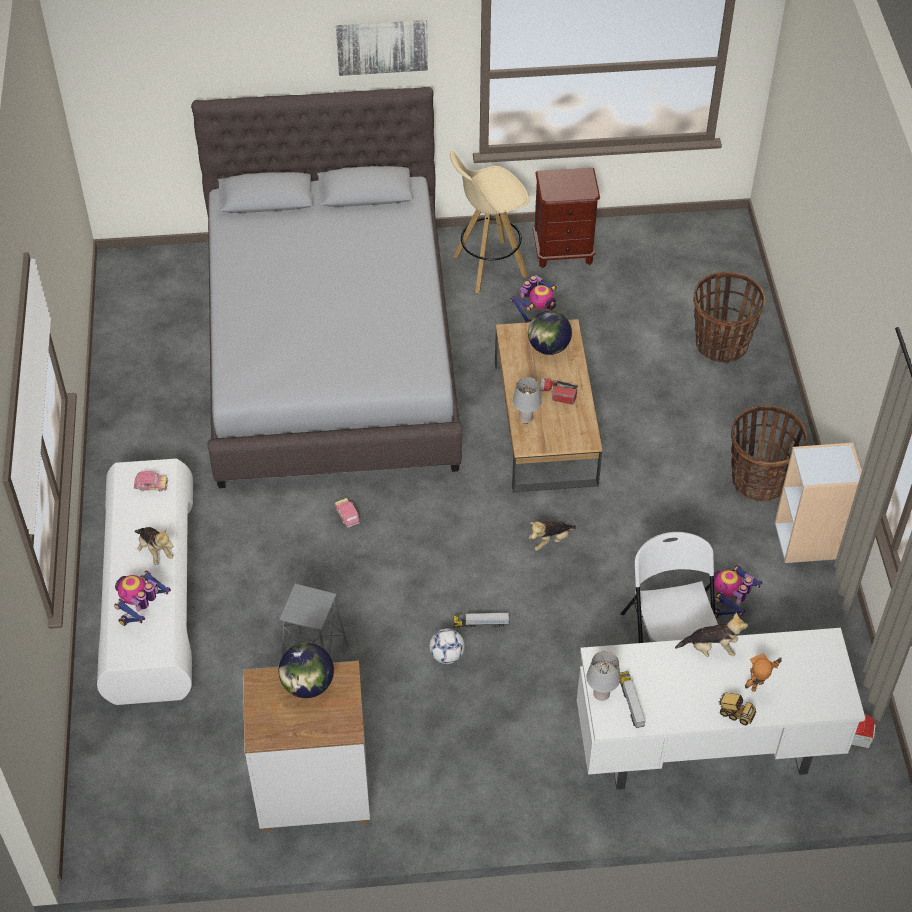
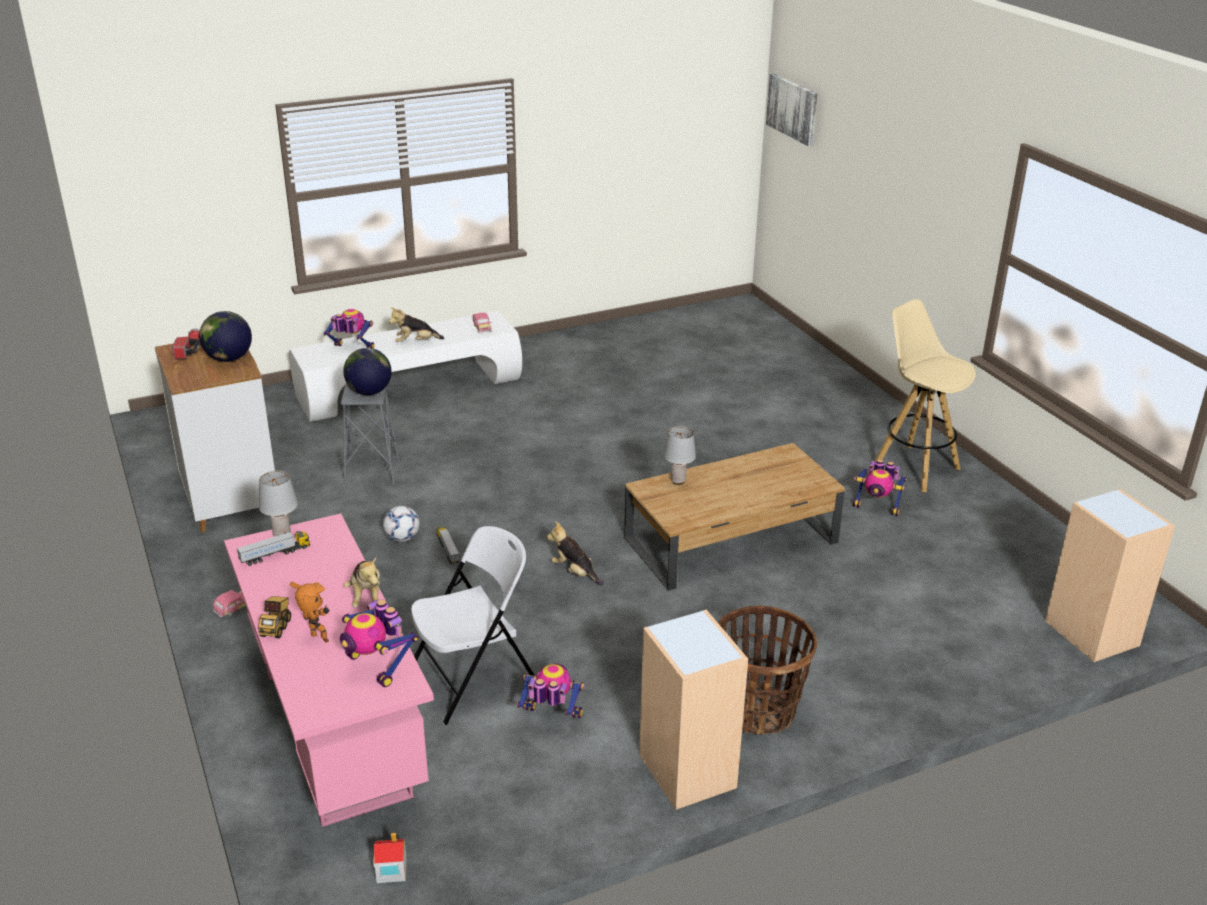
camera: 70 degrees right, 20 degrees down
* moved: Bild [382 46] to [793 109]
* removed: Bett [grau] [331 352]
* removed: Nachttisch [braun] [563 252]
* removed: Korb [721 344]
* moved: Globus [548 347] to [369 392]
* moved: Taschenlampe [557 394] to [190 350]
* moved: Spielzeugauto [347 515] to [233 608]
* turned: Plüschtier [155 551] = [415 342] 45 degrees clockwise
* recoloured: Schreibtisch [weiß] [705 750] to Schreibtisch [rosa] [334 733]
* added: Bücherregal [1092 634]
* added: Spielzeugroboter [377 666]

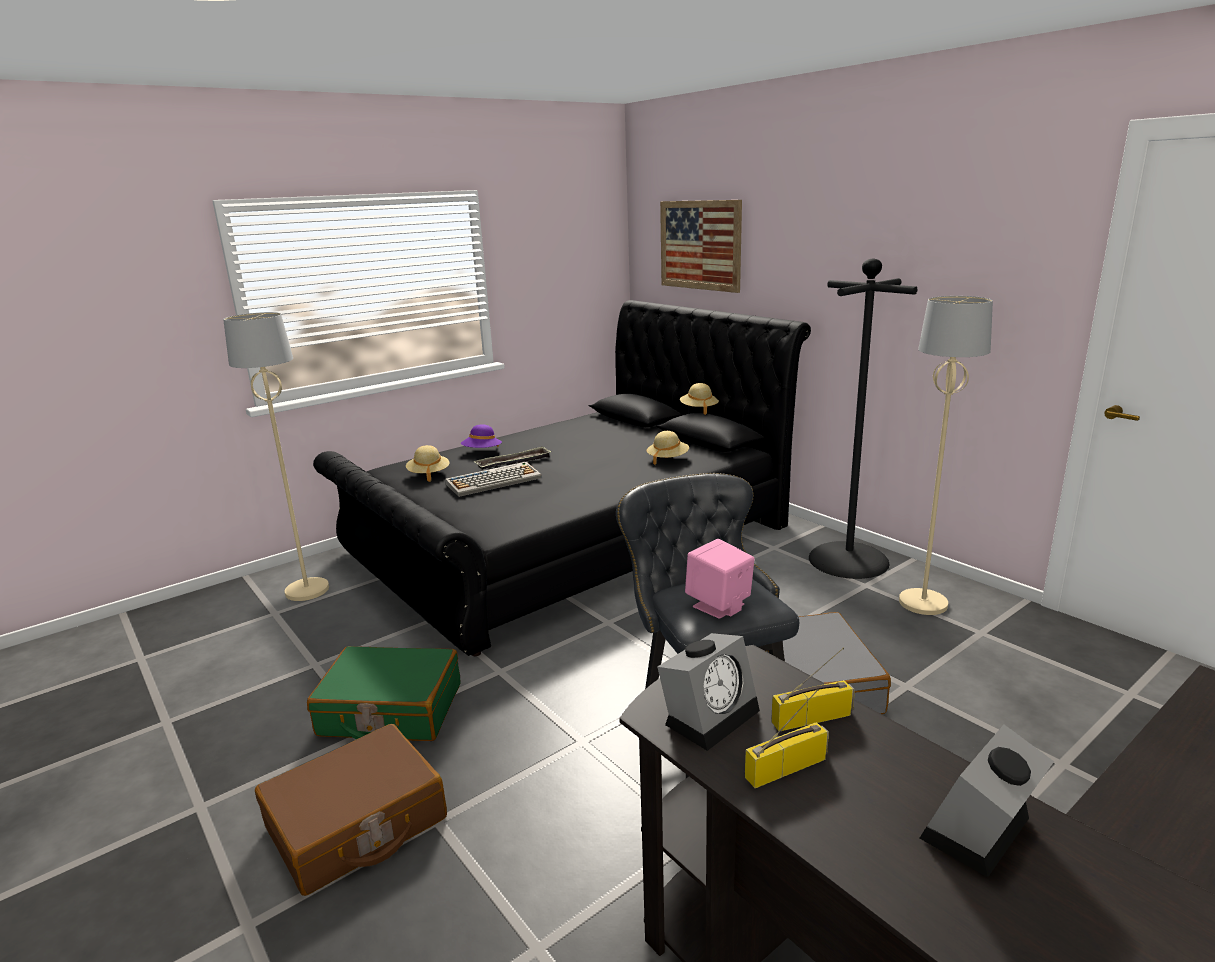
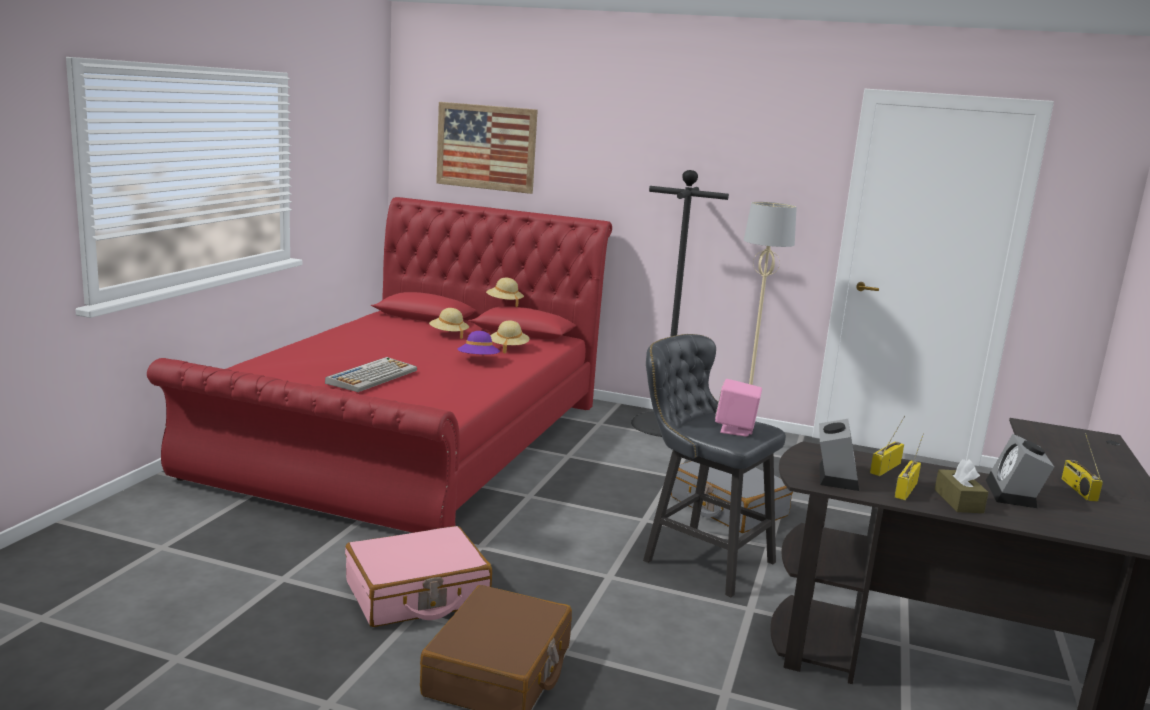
camera: 35 degrees left, 5 degrees down
* recoloured: Bett [schwarz] [570 538] to Bett [rot] [410 437]
* removed: Stehlampe [beige] [307 590]
* moved: Hut [lila] [482 452] to [478 360]
* moved: Hut [beige] [428 474] to [448 334]
* removed: Tablett [513 462]
* recoloured: Koffer [grün] [390 710] to Koffer [rosa] [417 594]
* added: Radio [1077 489]
* added: Taschentuchbox [braun] [958 501]

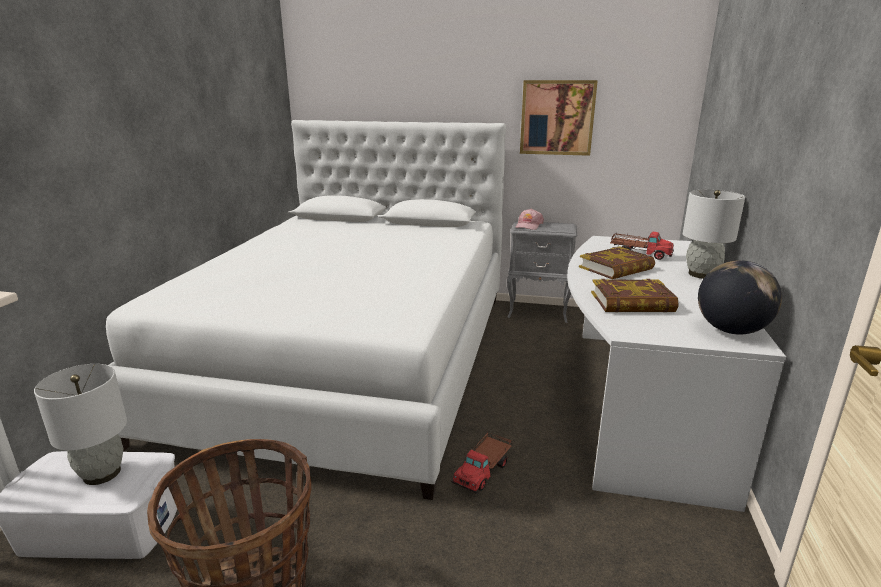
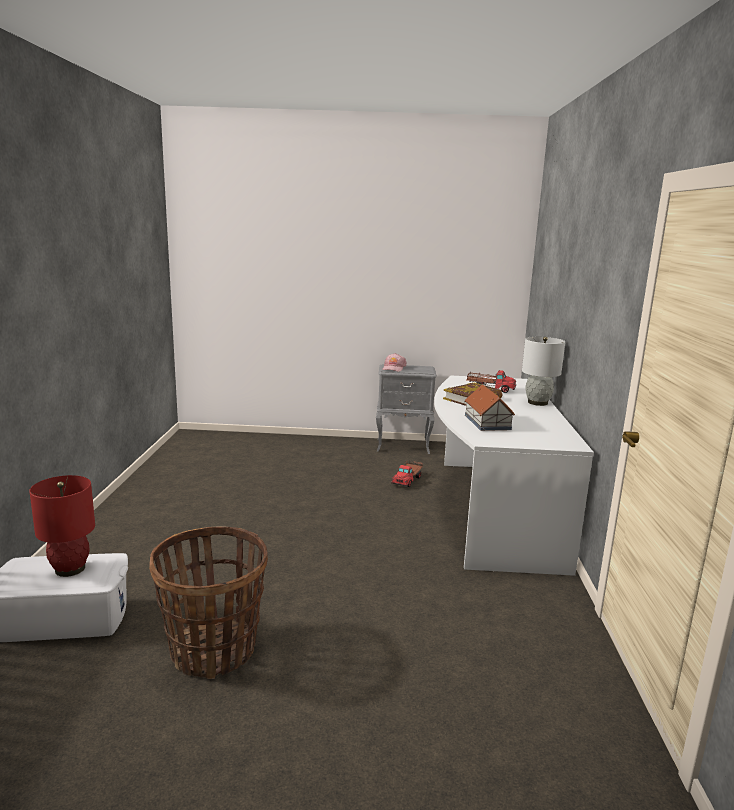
camera: 10 degrees left, 5 degrees down
* removed: Bild [557 118]
* removed: Bett [weiß] [353 357]
* removed: Globus [731 331]
* replaced: Buch [632 302] to Spielzeughaus [487 422]
* recoloured: Tischlampe [weiß] [101 474] to Tischlampe [rot] [70 569]
* moved: Spielzeuglaster [483 470] to [407 480]

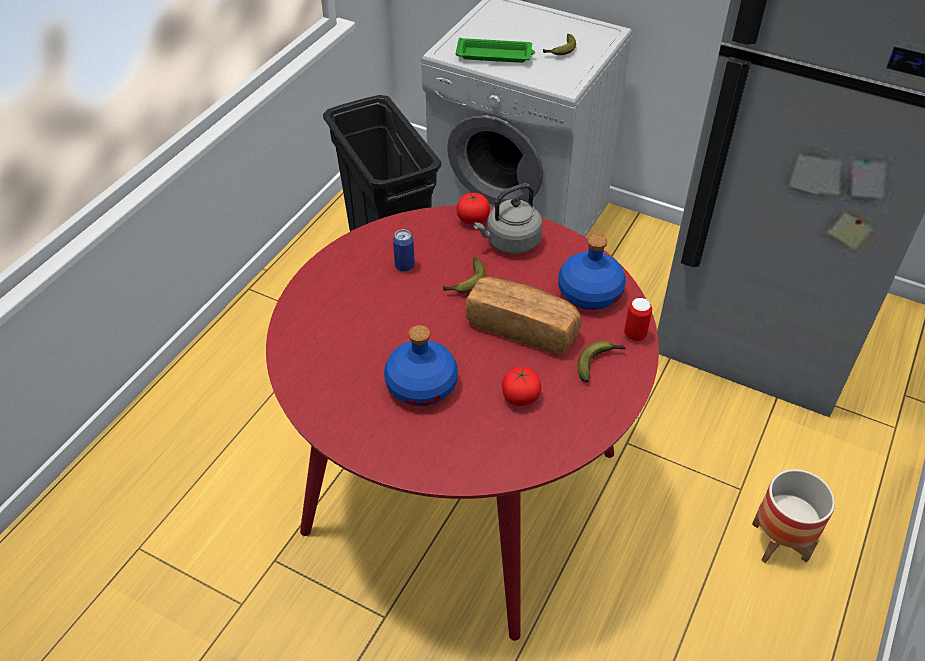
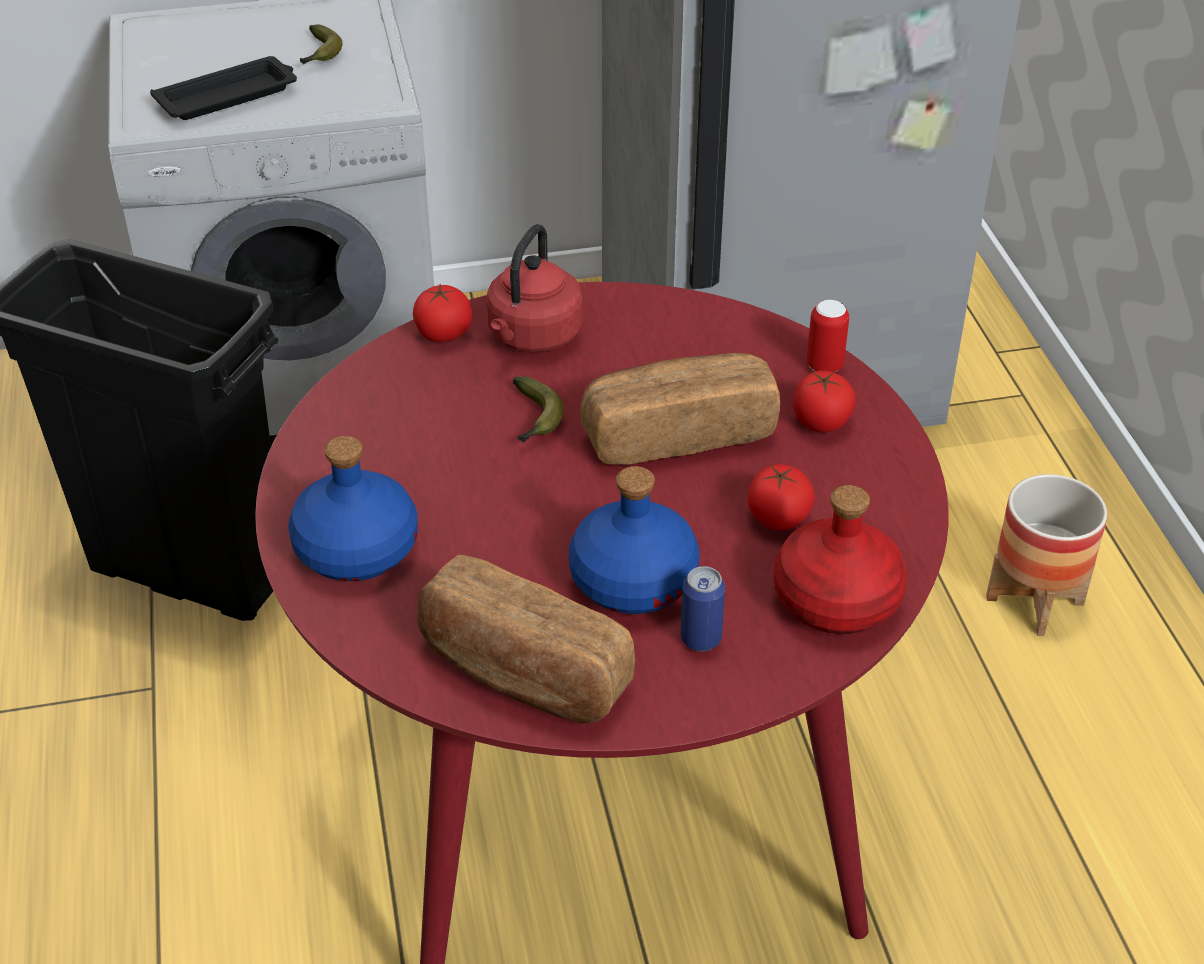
camera: 40 degrees left, 5 degrees down
* recoloured: Tablett [grün] [495 55] to Tablett [schwarz] [229 96]
* recoloured: Wasserkessel [grau] [510 242] to Wasserkessel [rot] [532 337]
* moved: Dose [404 266] to [700 639]
* moved: Flasche [blau] [589 292] to [355 549]
* replaced: Banane [598 362] to Tomate [821 422]
* added: Flasche [rot] [837 600]
* added: Brot [522 672]

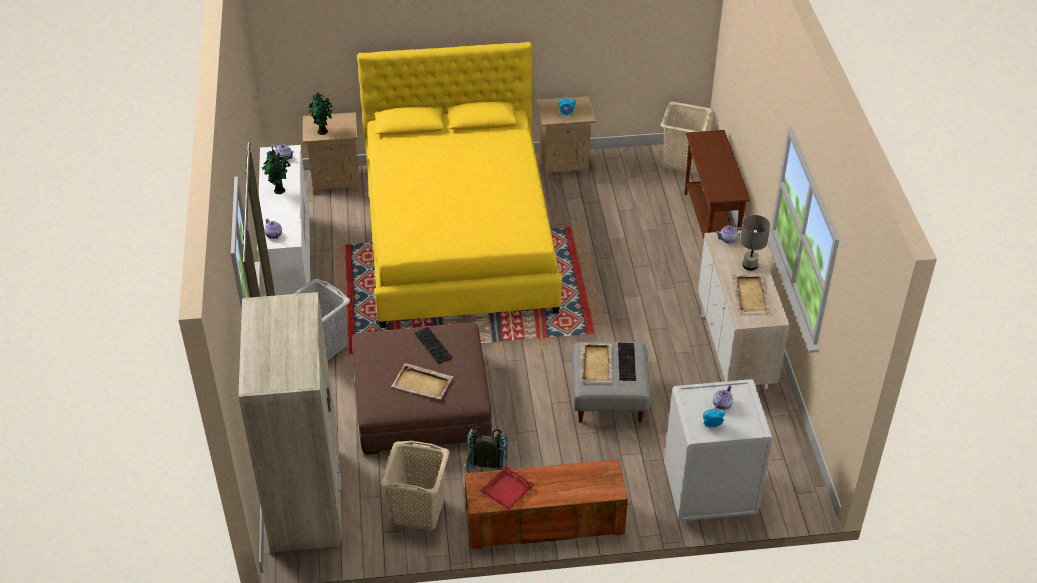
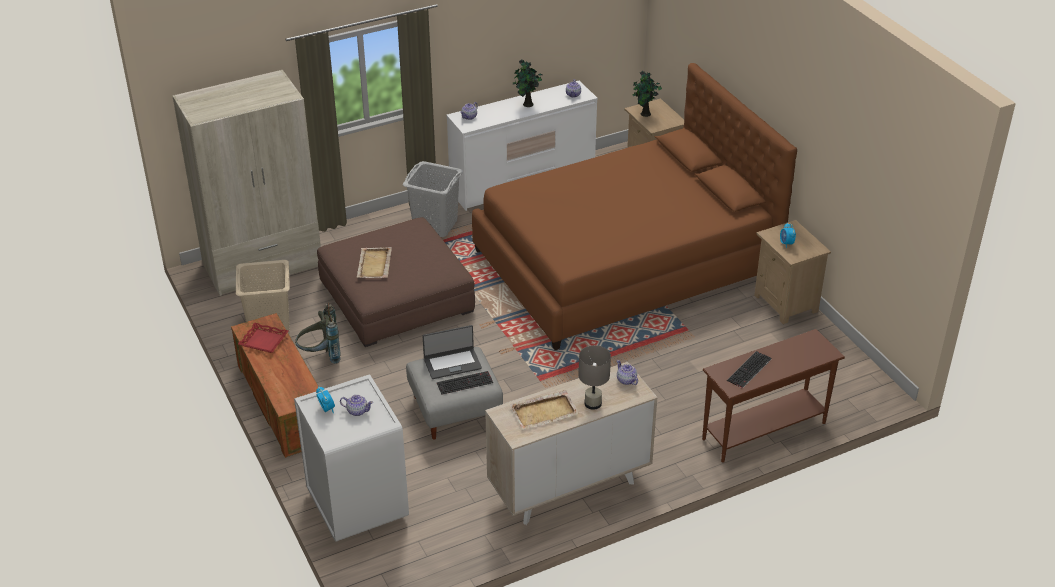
camera: 70 degrees right, 5 degrees down
* recoloured: Bett [gelb] [459 236] to Bett [braun] [626 263]
* removed: Wäschekorb [beige] [682 161]
* moved: Tastatur [434 346] to [749 370]
* replaced: Tablett [beige] [596 363] to Laptop [452 363]

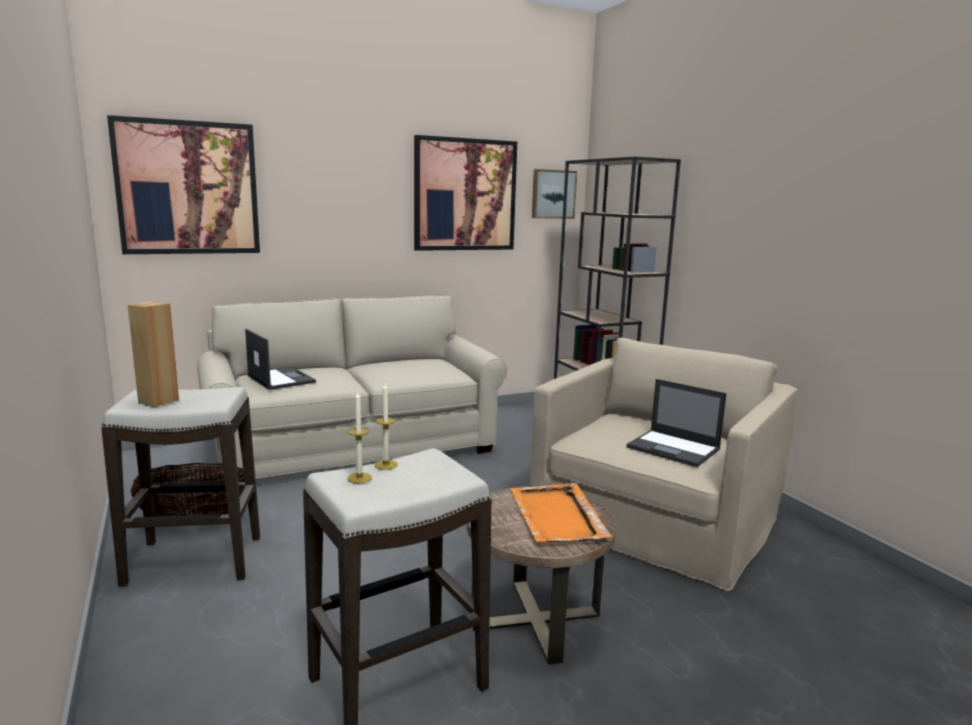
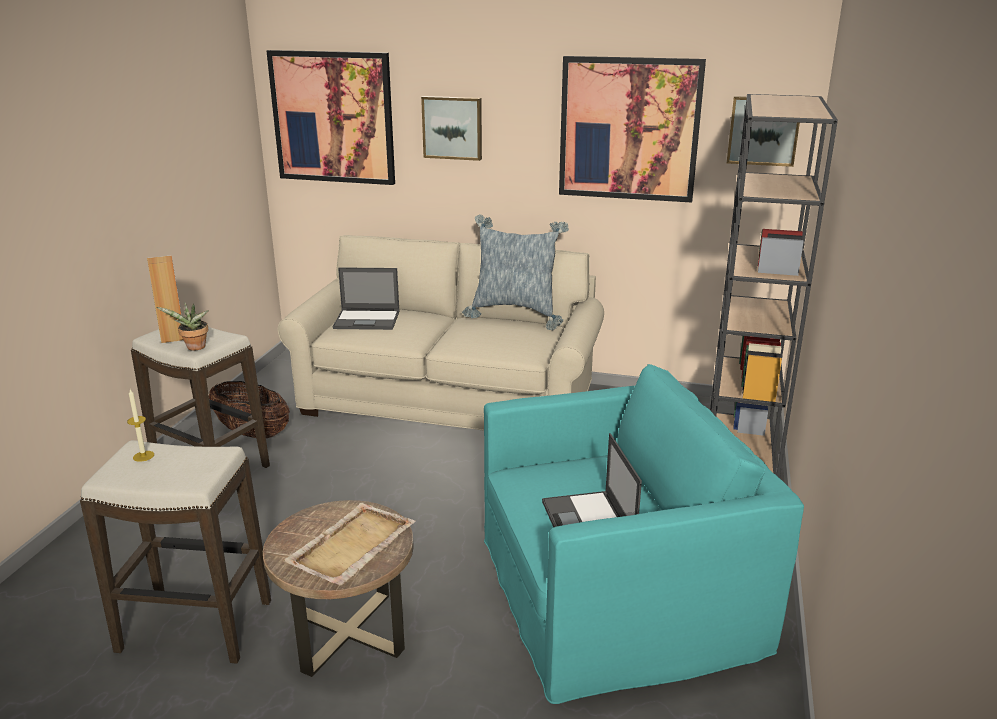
camera: 40 degrees right, 10 degrees up
* turned: Laptop [280 379] = [368 320] 90 degrees clockwise
* recoloured: Sessel [beige] [656 516] to Sessel [türkis] [617 592]
* removed: Kerze [386 465]
* recoloured: Tablett [orange] [557 517] to Tablett [beige] [351 546]
* added: Bild [453 127]
* added: Kissen [515 319]
* added: Topfpflanze [194 348]

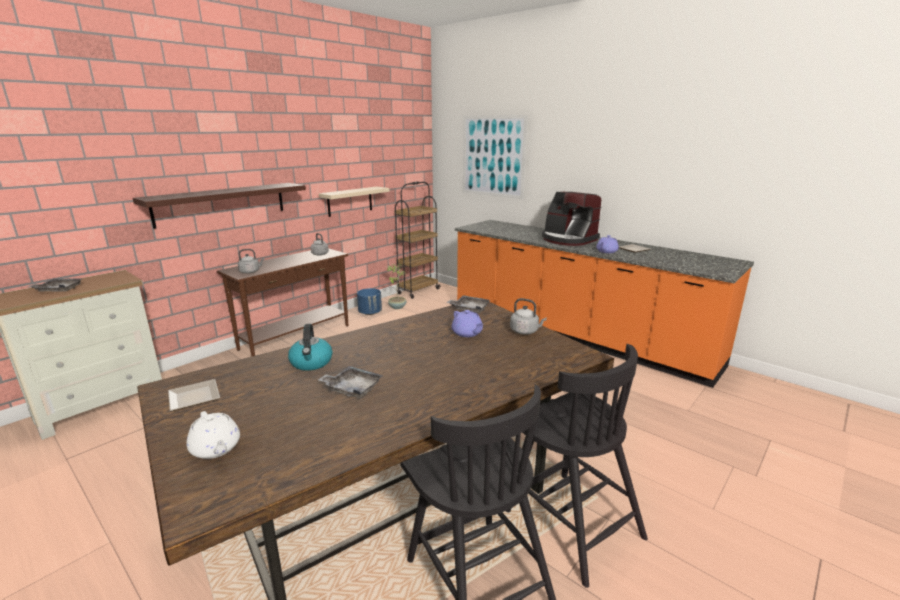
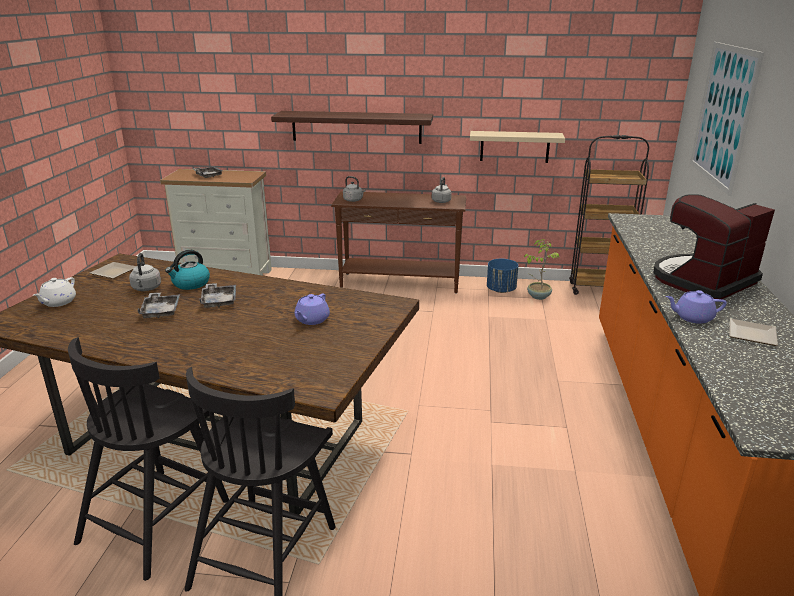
camera: 55 degrees right, 5 degrees up
* turned: Kaffeemaschine [568 239] = [702 281] 45 degrees clockwise
* moved: Tablett [grau] [469 309] to [219 301]
* moved: Wasserkessel [grau] [525 331] to [146 288]

